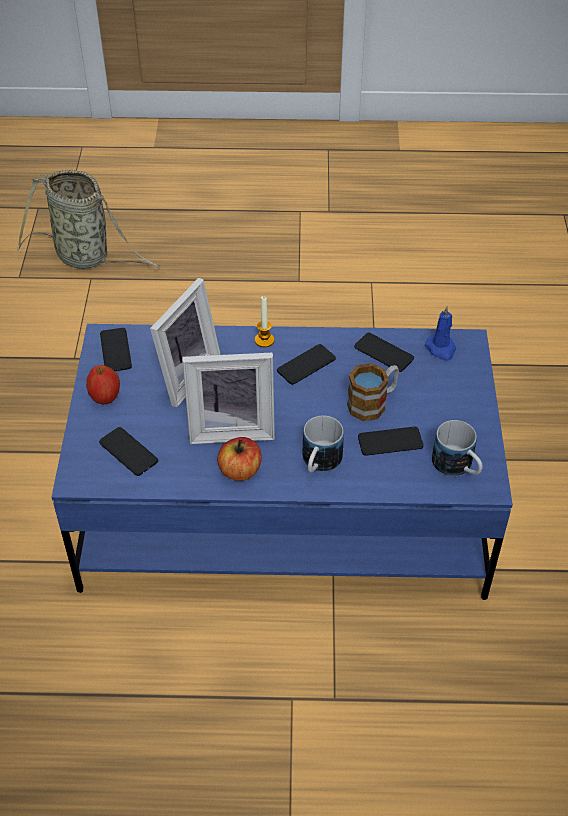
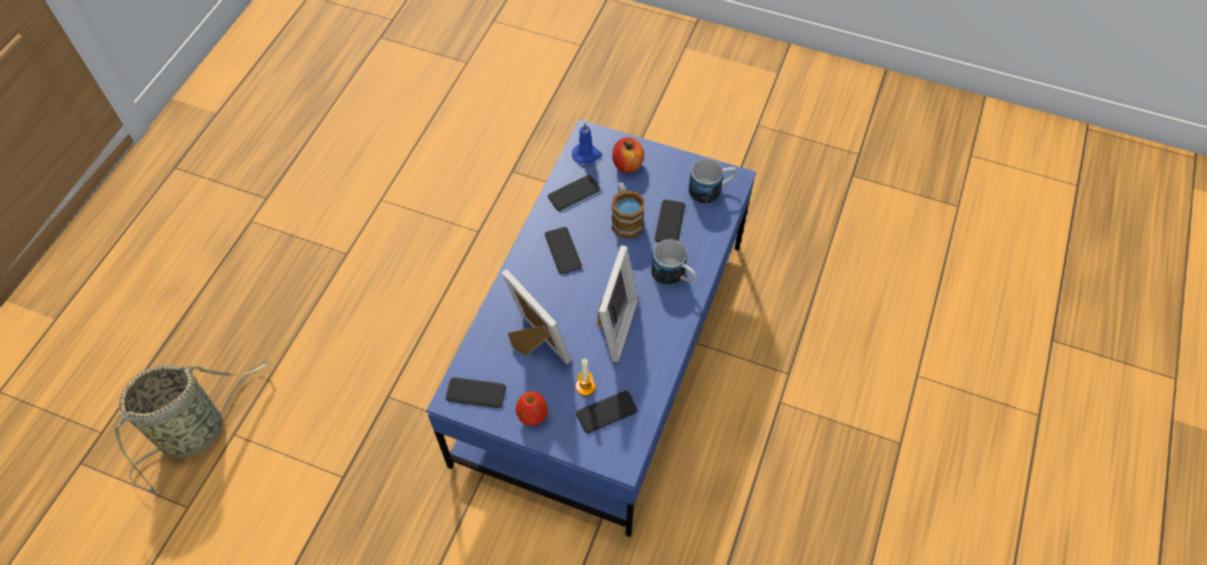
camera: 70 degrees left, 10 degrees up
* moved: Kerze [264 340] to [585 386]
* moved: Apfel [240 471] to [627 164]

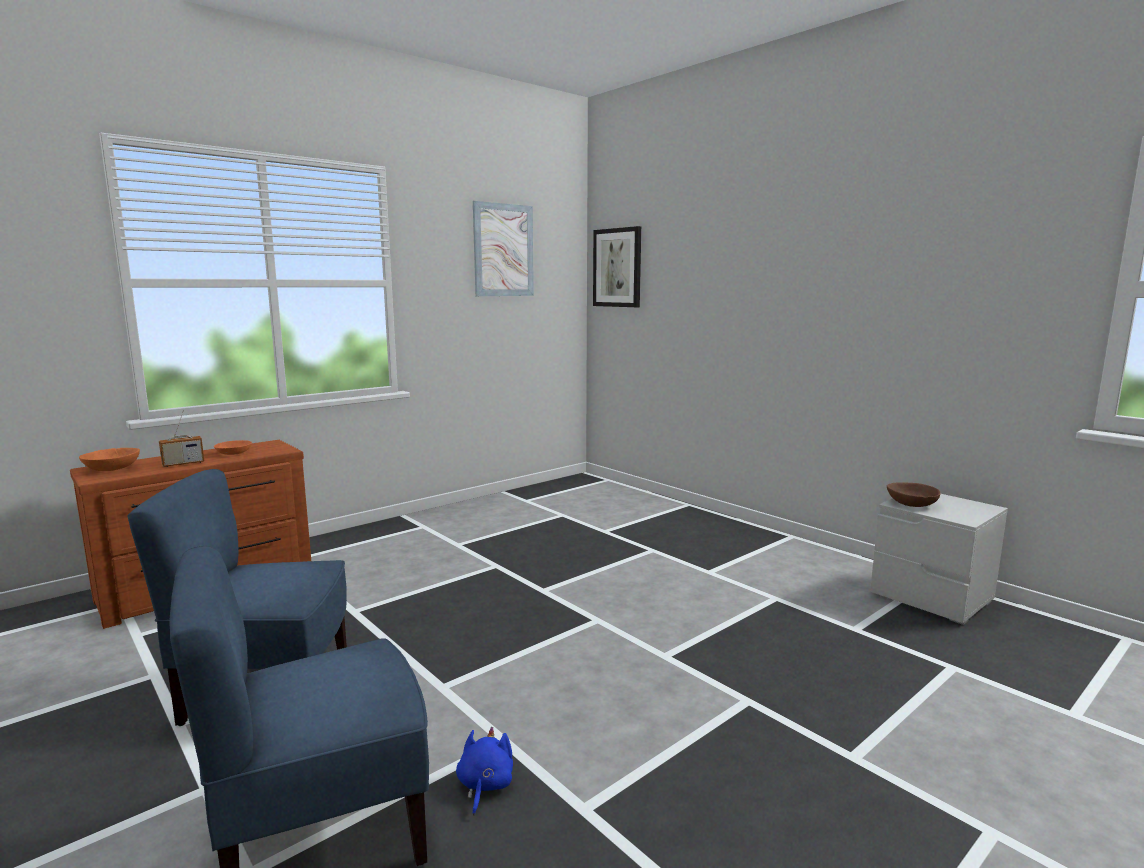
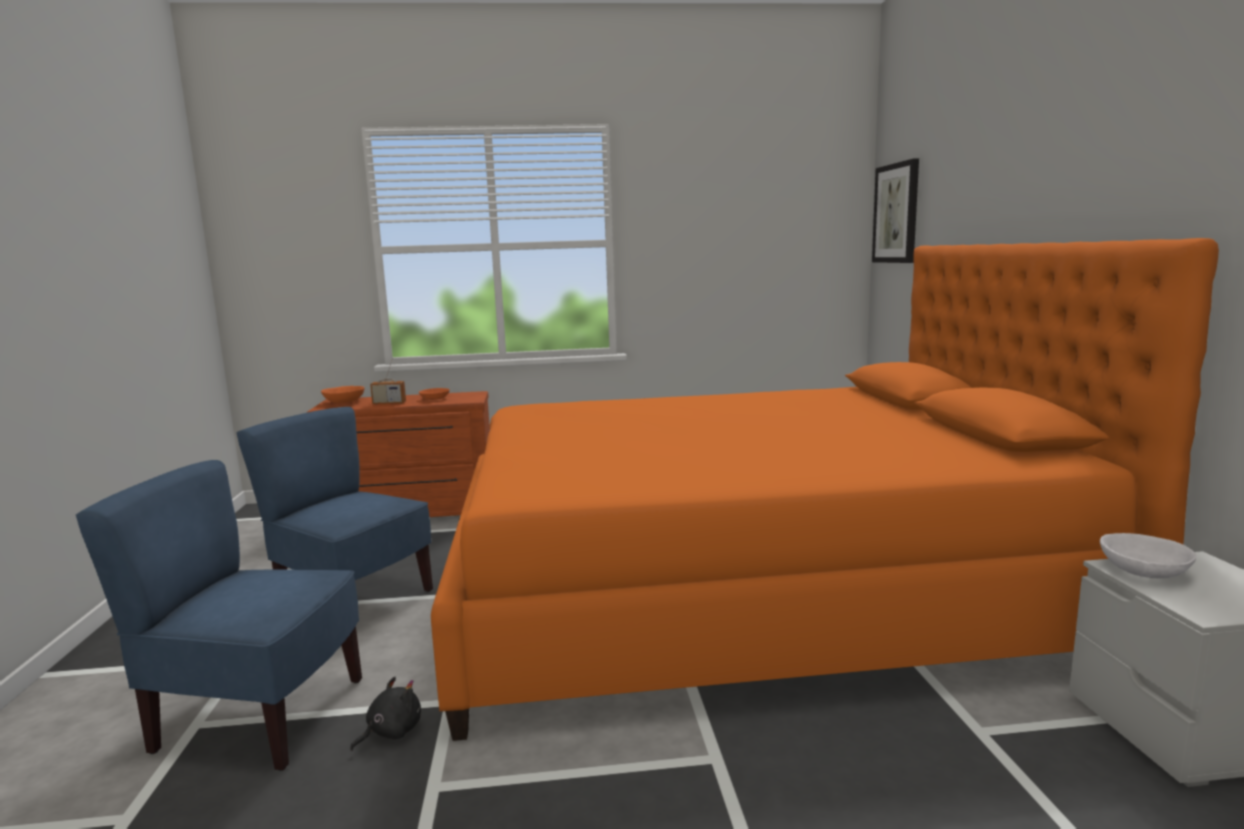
camera: 35 degrees right, 0 degrees up
* removed: Bild [503 250]
* recoloured: Schüssel [braun] [911 504] to Schüssel [weiß] [1143 571]
* recoloured: Plüschtier [blau] [484 785] to Plüschtier [schwarz] [391 732]
* added: Bett [orange] [752 593]

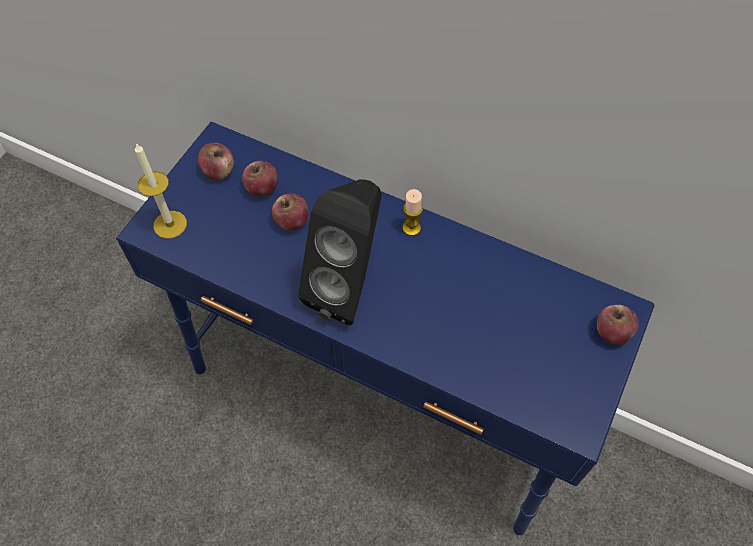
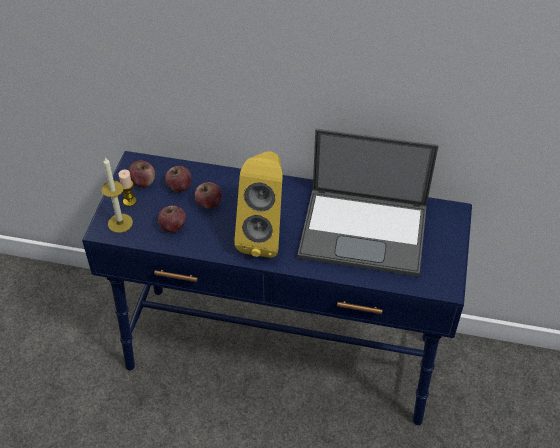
camera: 15 degrees left, 10 degrees down
* recoloured: Lautsprecher [schwarz] [348 286] to Lautsprecher [gelb] [263 235]
* moved: Kerze [411 228] to [129 201]
* moved: Apfel [612 332] to [173 226]
* added: Laptop [365 231]

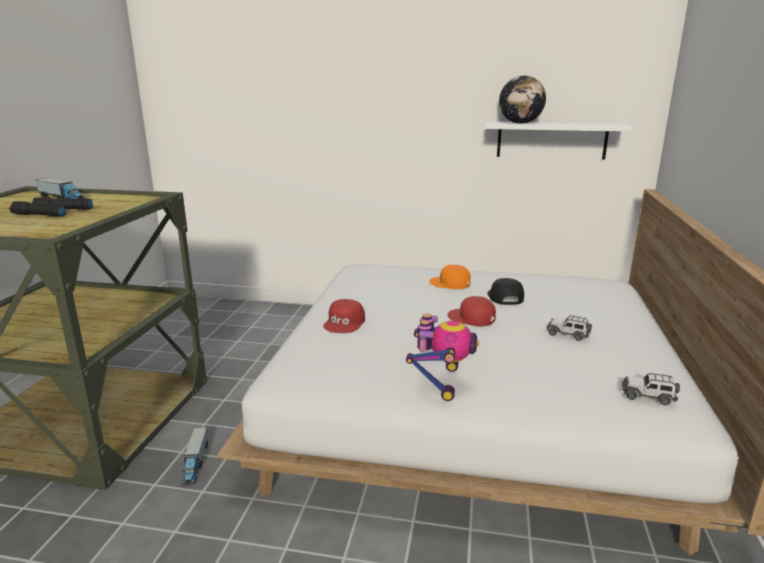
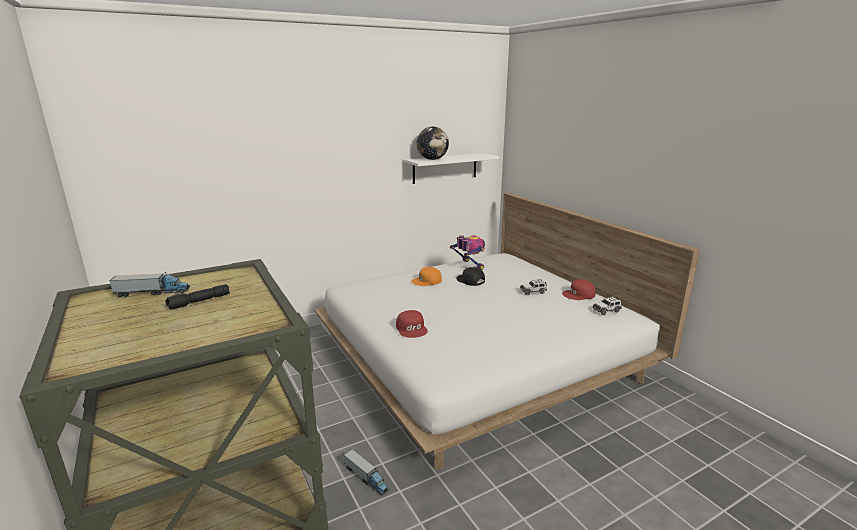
camera: 40 degrees left, 0 degrees up
* removed: Taschenlampe [schwarz] [38 216]
* moved: Kappe [rot] [471 318] to [579 294]
* moved: Spielzeugroboter [440 382] to [469 266]

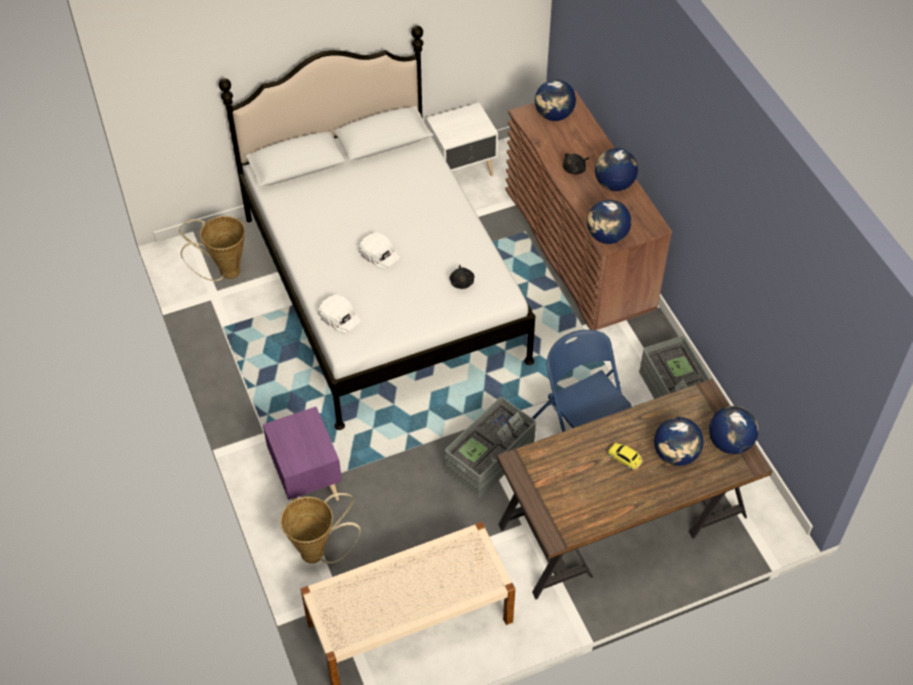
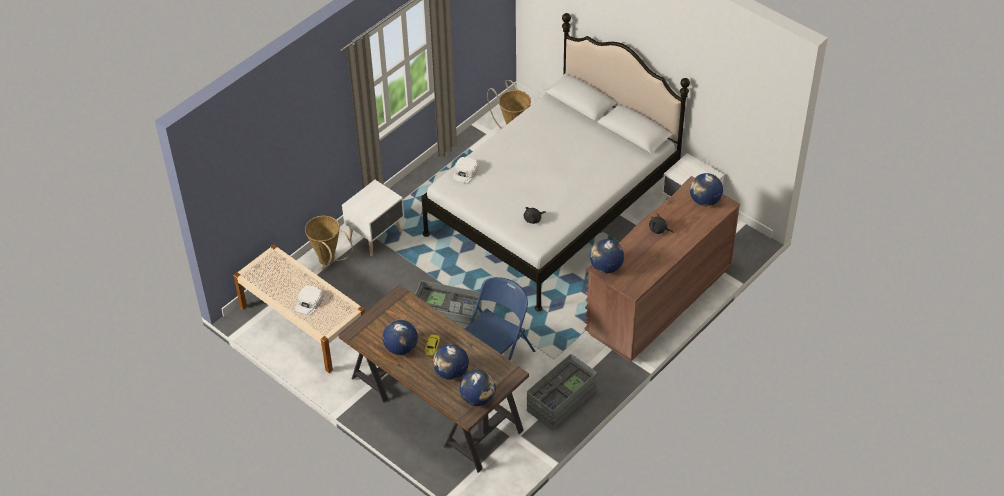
camera: 65 degrees right, 5 degrees down
* moved: Globus [614 184] to [401 348]
* moved: Kappe [weiß] [379 254] to [309 302]
* recoloured: Nachttisch [lila] [307 481] to Nachttisch [weiß] [376 236]

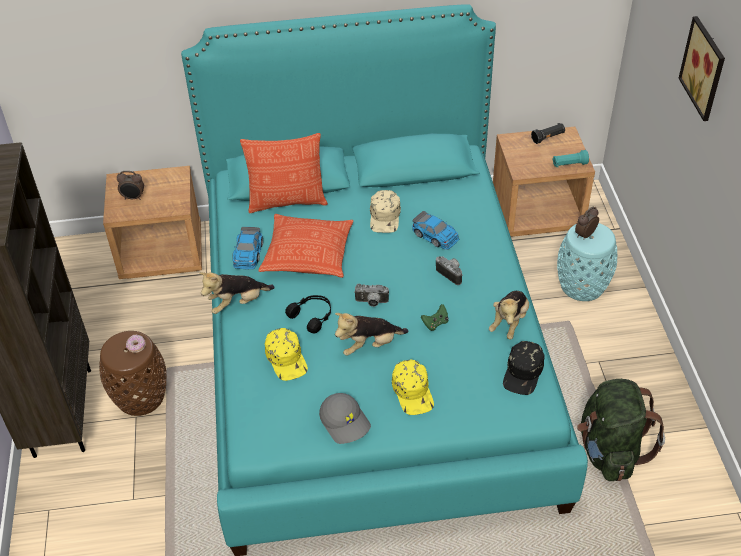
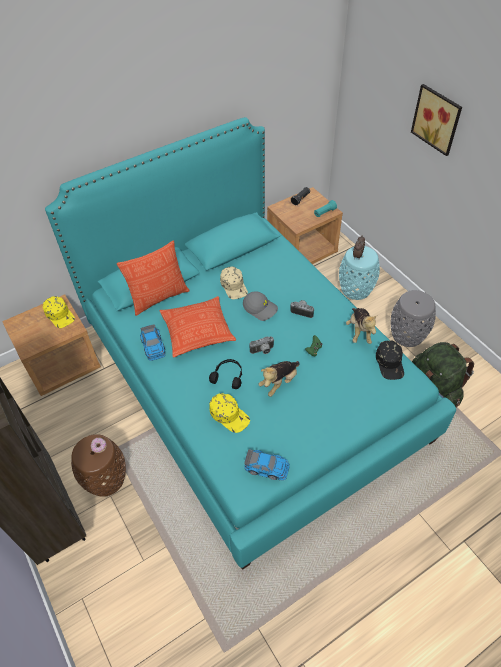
camera: 25 degrees left, 5 degrees up
* removed: Wecker [133 198]
* moved: Spielzeugauto [435 236] to [267 467]
* removed: Plüschtier [237 303]
* moved: Kappe [gelb] [413 391] to [60 315]
* moved: Kappe [grau] [345 422] to [260 308]
* added: Hocker [grau] [407 335]

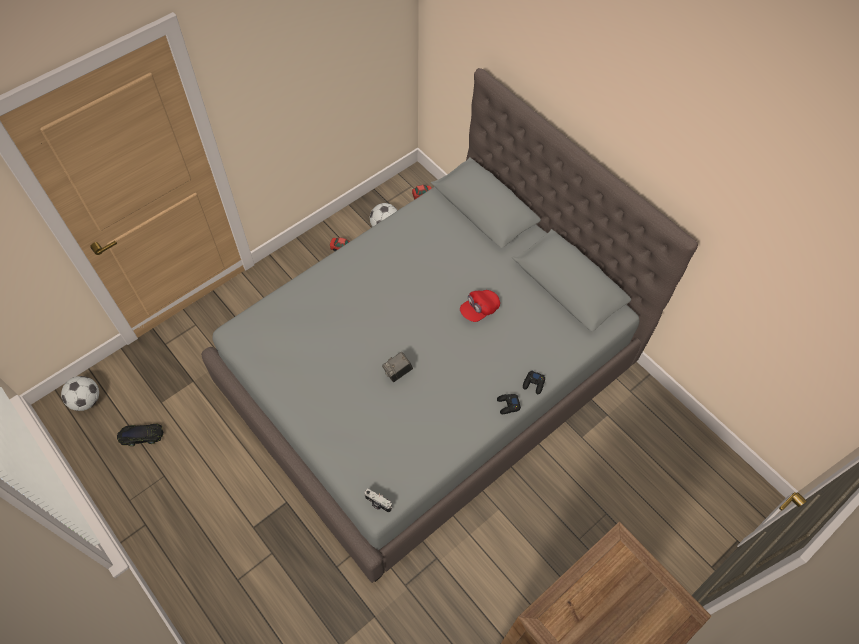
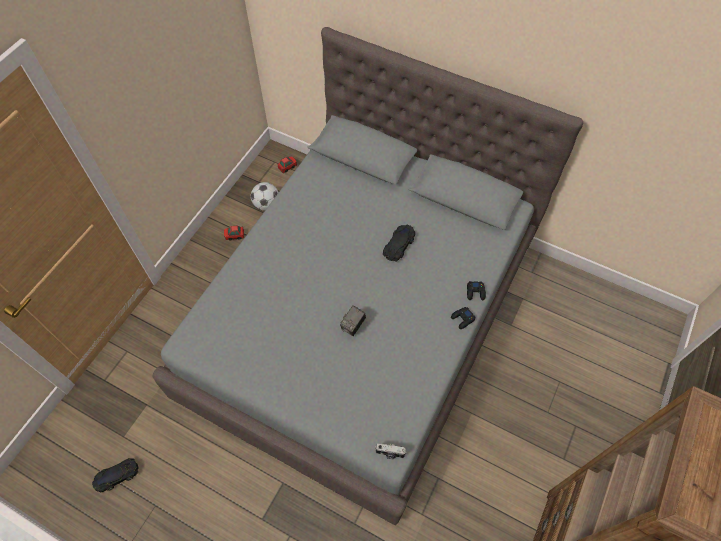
camera: 20 degrees left, 0 degrees up
* replaced: Kappe [rot] [479 310] to Spielzeugauto [schwarz] [399 244]
* removed: Fußball [86 400]

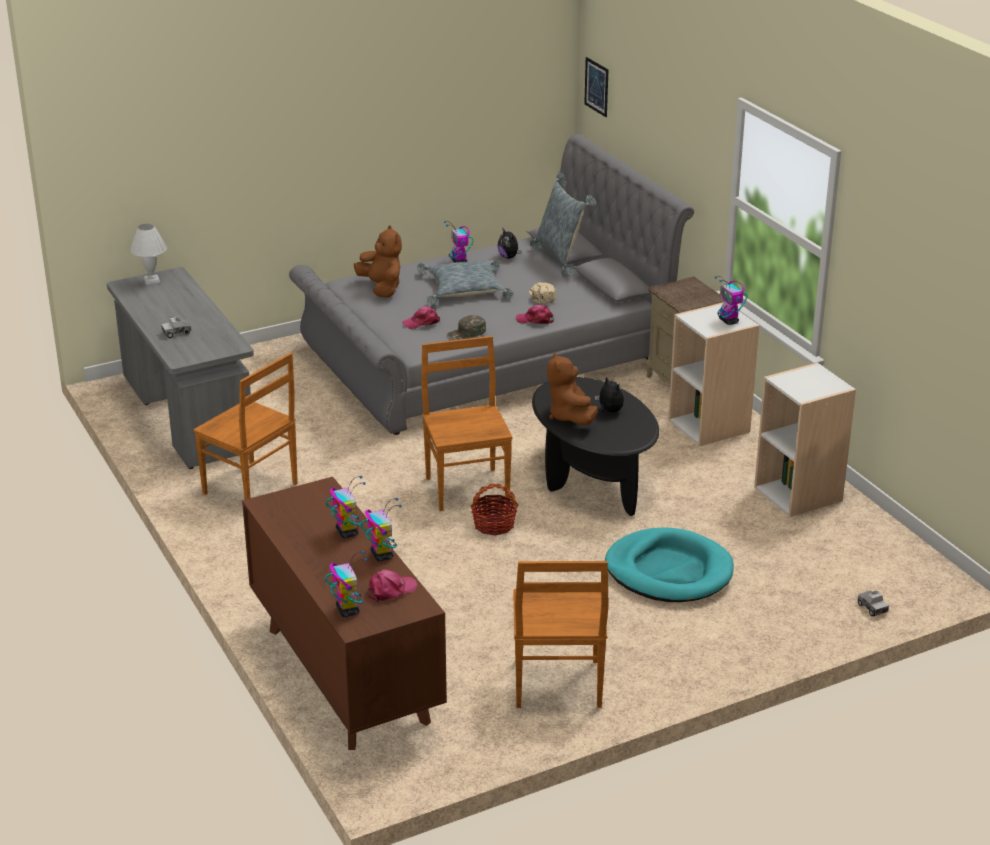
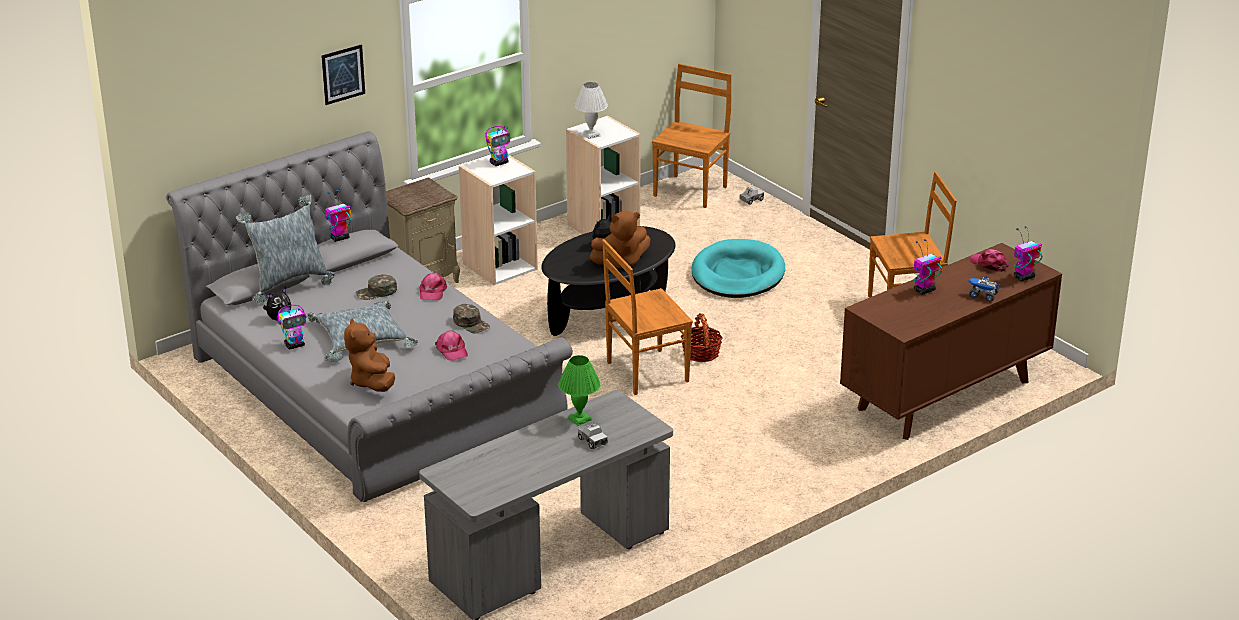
camera: 100 degrees left, 0 degrees up
* moved: Bild [596 86] to [343 74]
* moved: Tischlampe [weiß] [152 280] to [590 135]
* turned: Plüschtier [braun] [381 288] = [372 382] 60 degrees counterclockwise
* recoloured: Kappe [beige] [541 296] to Kappe [grün] [376 292]
* moved: Stuhl [braun] [252 489] to [691 190]
* moved: Spielzeugroboter [381 555] to [339 238]
* added: Spielzeuglaster [982 296]
* added: Tischlampe [grün] [579 419]

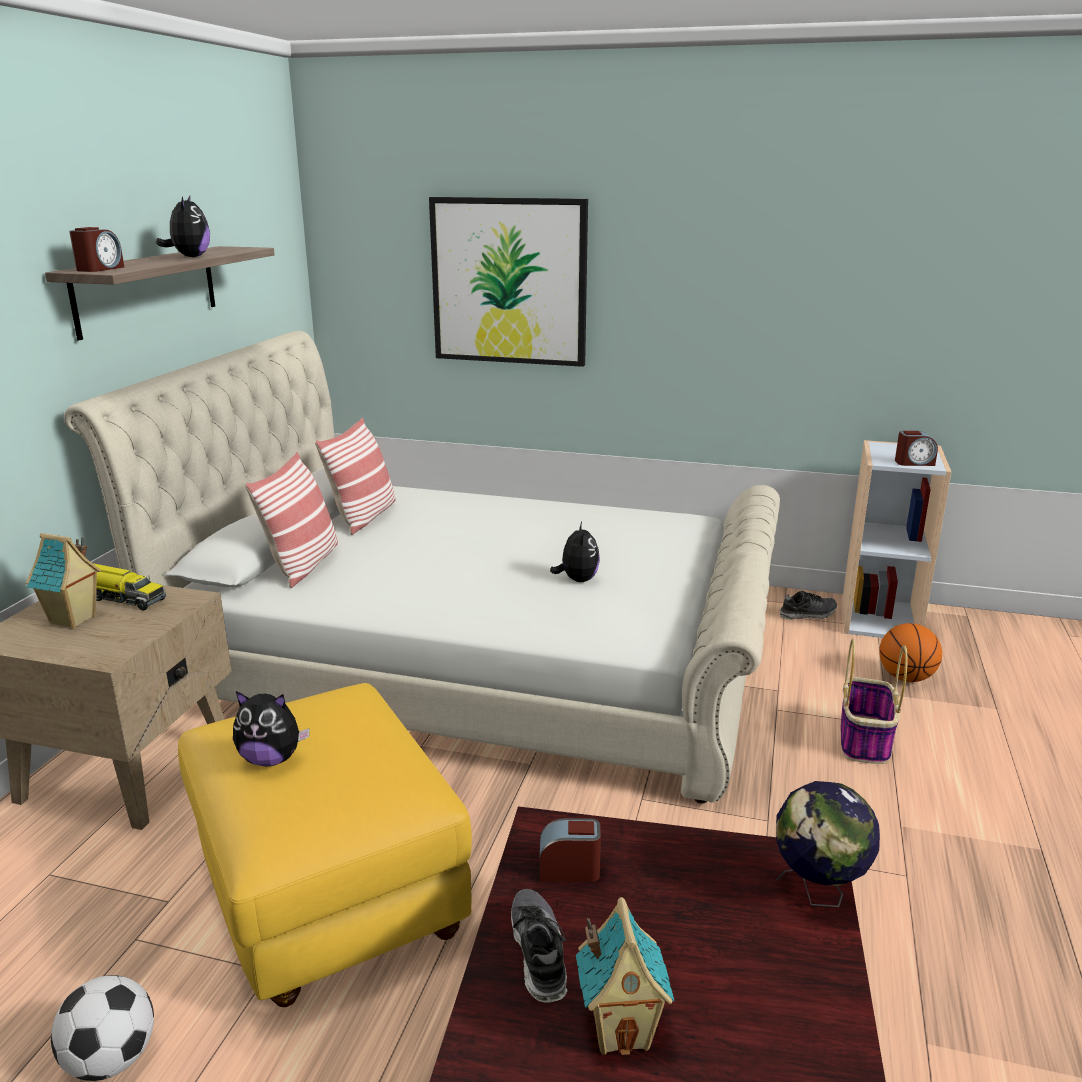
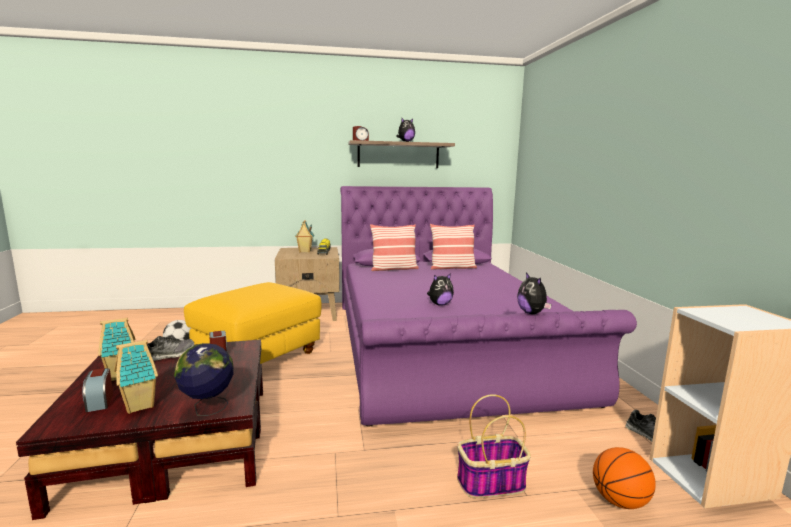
camera: 65 degrees right, 10 degrees down
* removed: Bild [509 281]
* recoloured: Bett [beige] [475 657] to Bett [lila] [442 344]
* moved: Wecker [914 463] to [99 402]
* moved: Plüschtier [271 759] to [532 313]
* added: Spielzeughaus [141 405]

